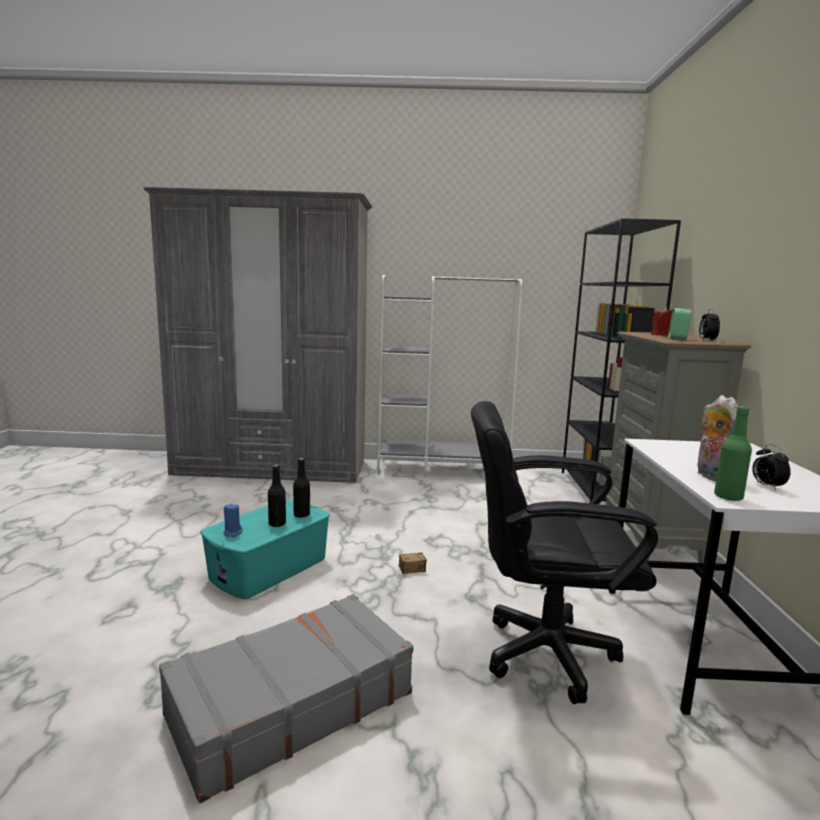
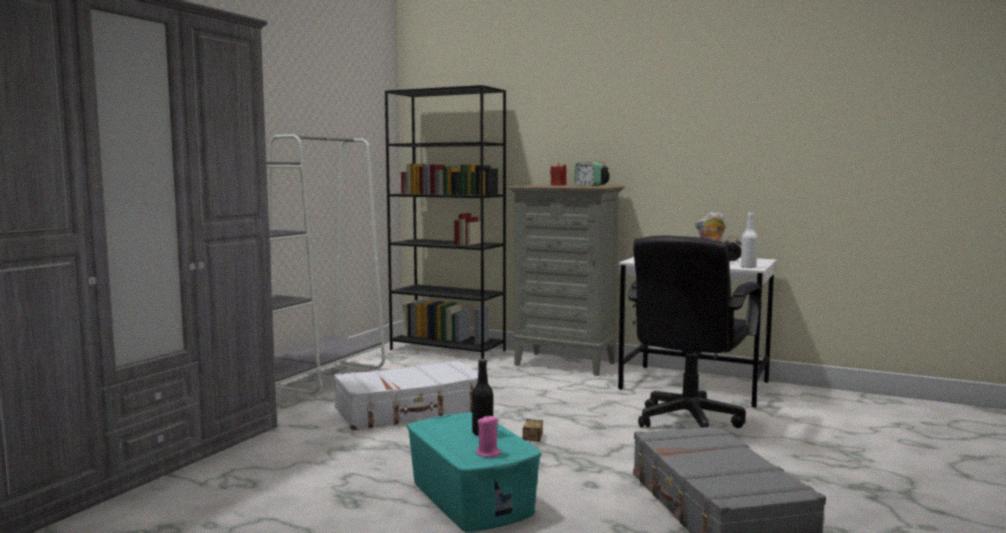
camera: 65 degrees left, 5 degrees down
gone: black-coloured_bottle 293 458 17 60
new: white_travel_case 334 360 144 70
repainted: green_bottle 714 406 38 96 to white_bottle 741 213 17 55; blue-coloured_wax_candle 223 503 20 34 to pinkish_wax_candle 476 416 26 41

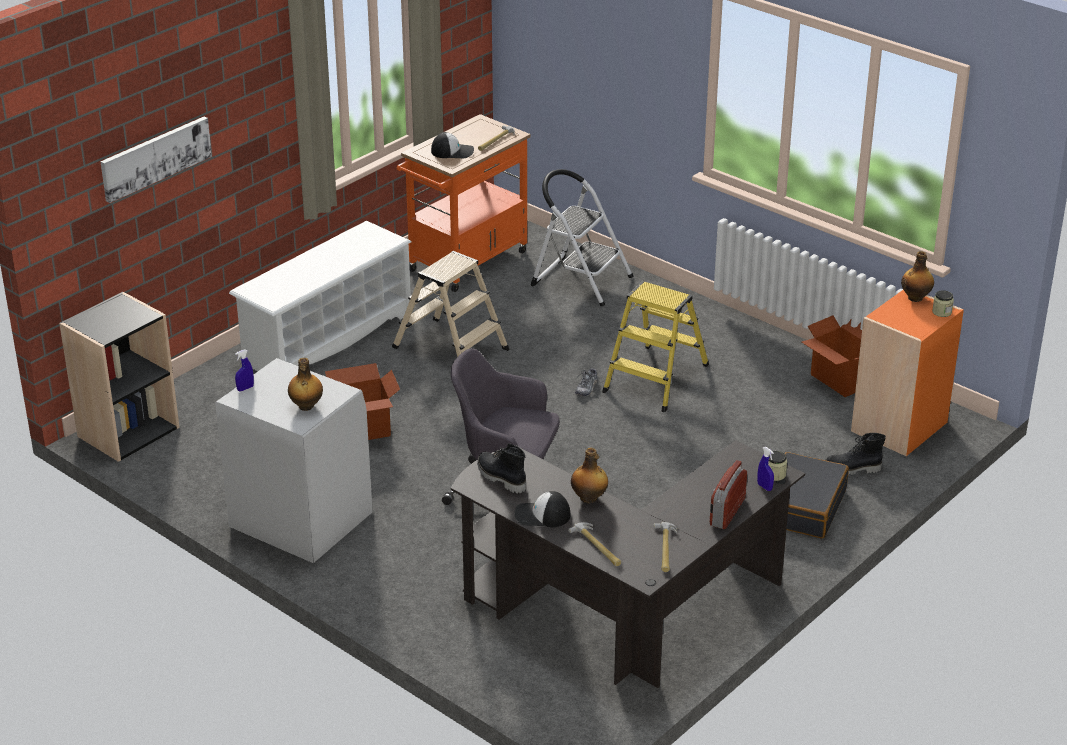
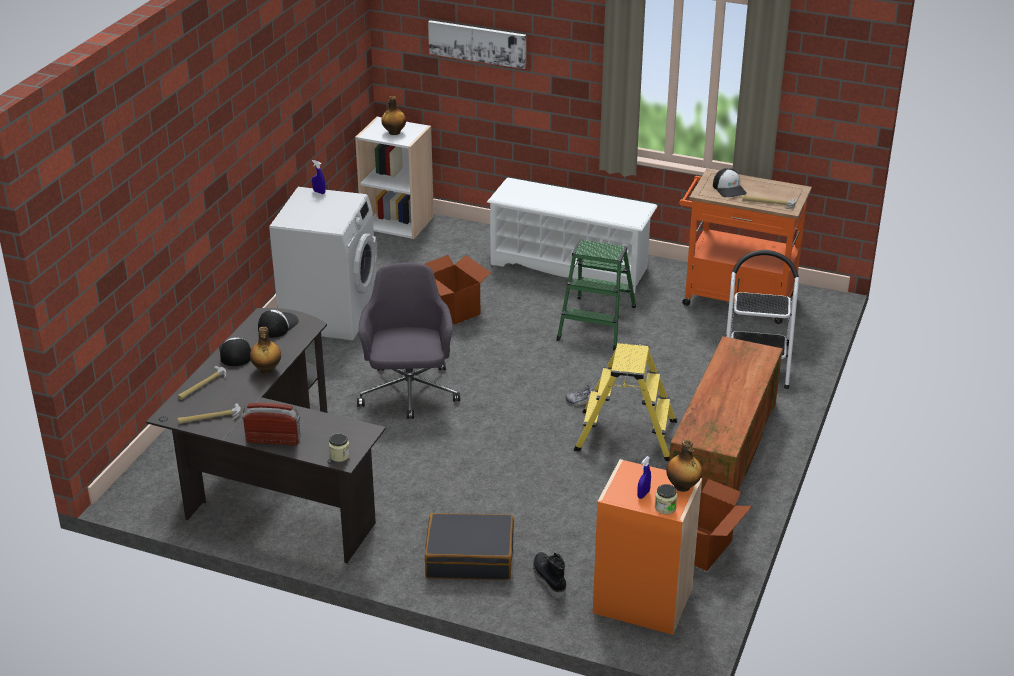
camera: 70 degrees right, 0 degrees up
new: brown_long_seat 669 336 114 156
shifted: bottle 288 358 35 53 to 381 96 25 39; blue-coloured_sprayer 757 447 17 44 to 637 456 14 43
swapped: black-coloured_boot 477 443 49 50 to baseball_cap 258 310 41 28
repainted: beige-coloured_stepladder 392 251 118 106 to green_stepladder 556 239 80 112; black-coloured_shelving_unit 59 292 121 170 to white_shelving_unit 355 117 79 122

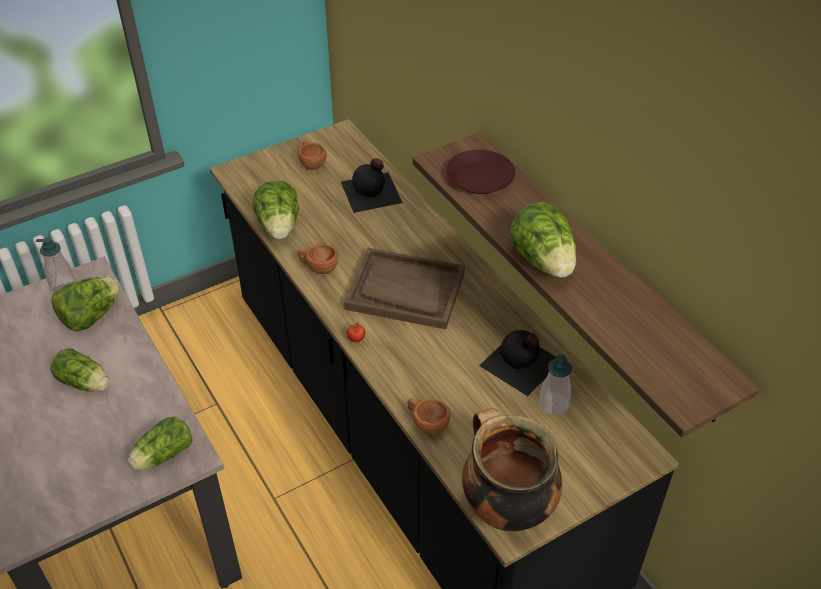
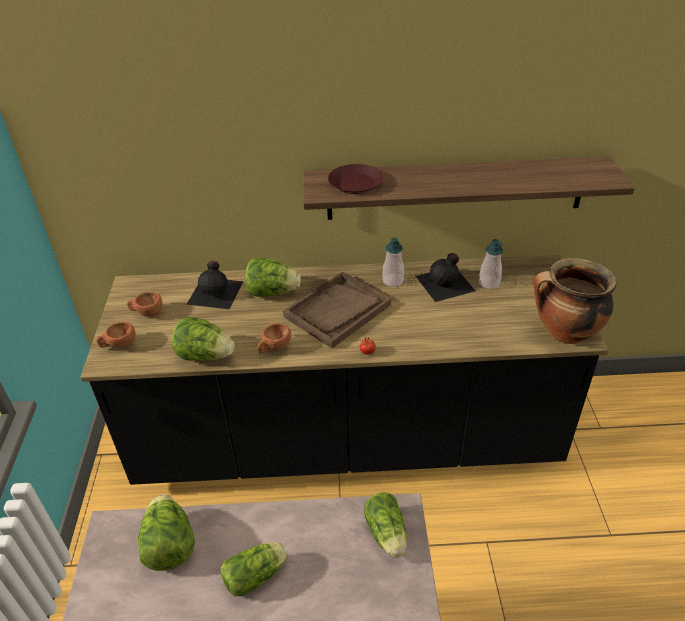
camera: 60 degrees left, 5 degrees down
shifted: lettuce 510 202 66 76 to 245 258 56 39; liquid_soap_bottle 36 237 39 55 to 382 237 22 50; brown_small_cup 407 398 44 37 to 96 322 40 27

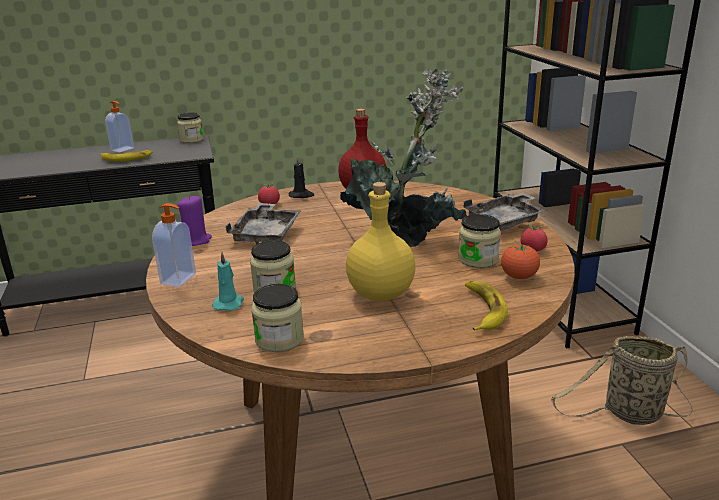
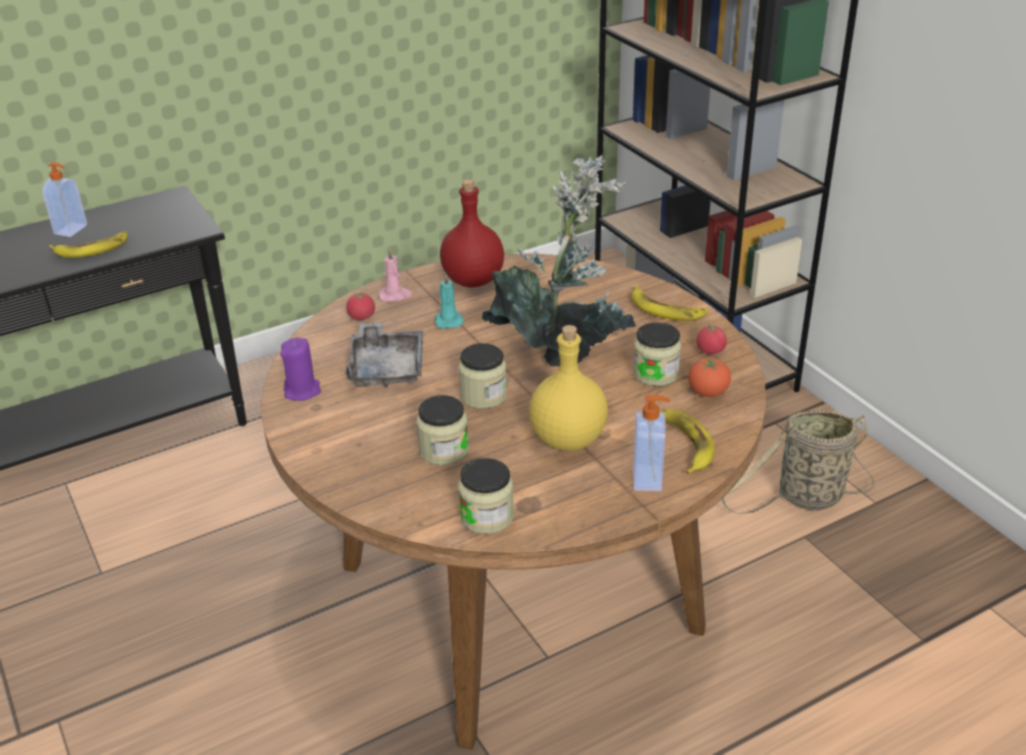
camera: 15 degrees left, 10 degrees up
shifted: jar 177 112 27 31 to 458 343 49 66; liquid_soap_bottle 152 203 44 84 to 633 395 37 96; blue-green_wax_candle 212 252 32 59 to 435 273 29 56
swapped: gray_tray 464 193 83 37 to banana 631 285 77 36
repainted: black-coloured_wax_candle 289 156 25 42 to pinkish_wax_candle 378 248 34 54

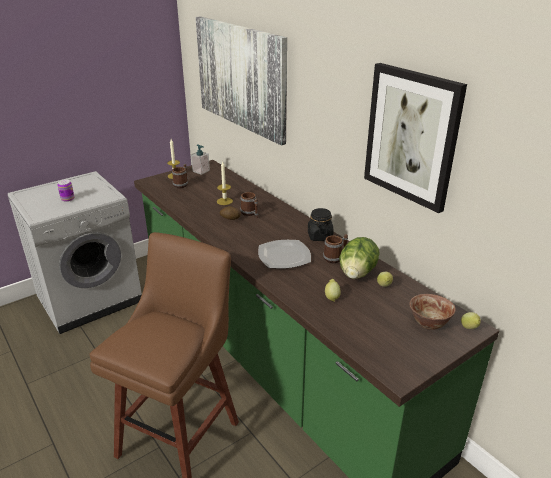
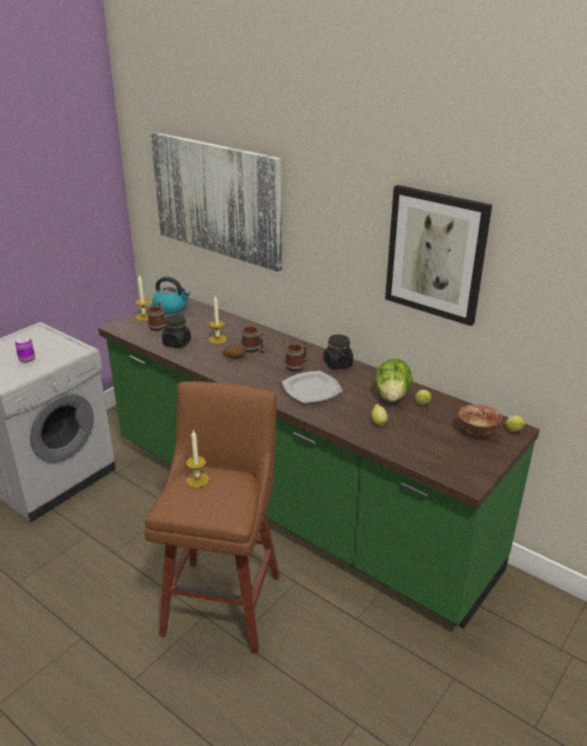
camera: 15 degrees left, 0 degrees up
new: black-coloured_jar 162 314 29 34; wax_candle 186 430 23 58
shifted: coffee_mug 323 234 25 29 to 285 341 22 30
swapped: liquid_soap_bottle 191 145 19 30 to water_kettle 152 276 38 38

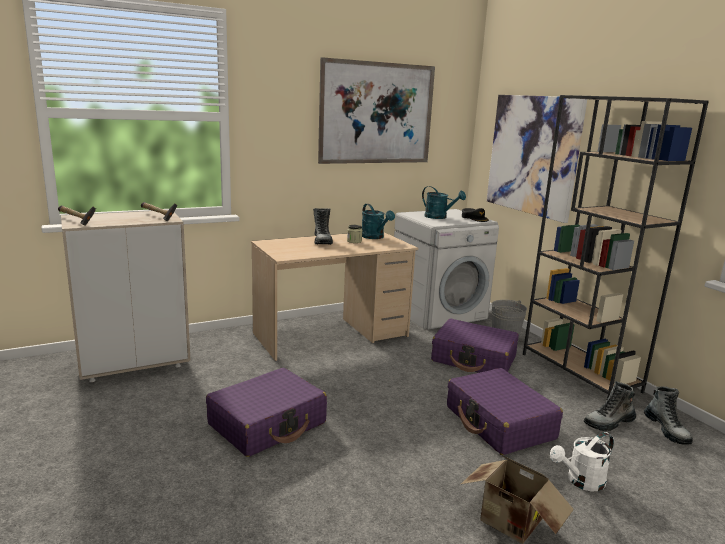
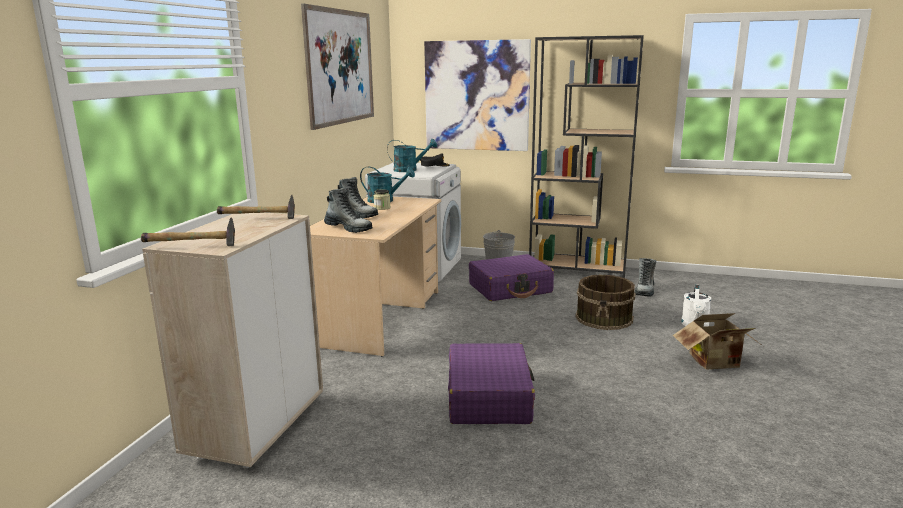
camera: 45 degrees left, 0 degrees up
shifted: boot 644 386 49 58 to 324 187 49 46
swapped: purple-coloured_travel_case 447 368 116 87 to brown_pail 575 275 61 55

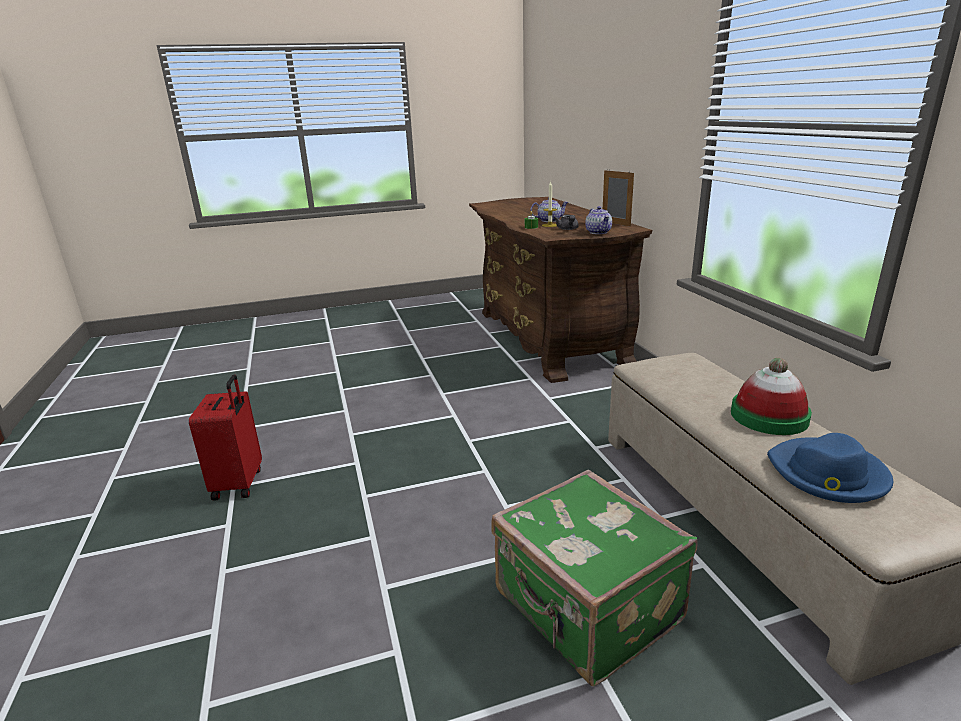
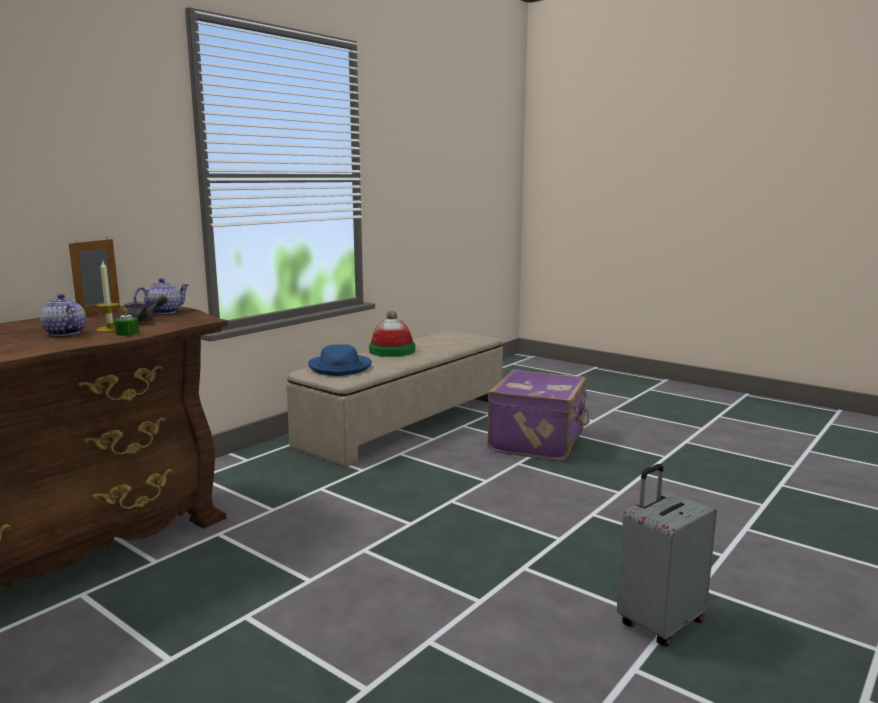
camera: 125 degrees left, 10 degrees down
shifted: blue-coloured_clothing_hat 767 433 126 70 to 308 344 64 32
repainted: reddish_travel_case 189 375 73 126 to gray_travel_case 617 464 100 183; green_travel_case 491 469 207 217 to purple-coloured_travel_case 487 369 102 92

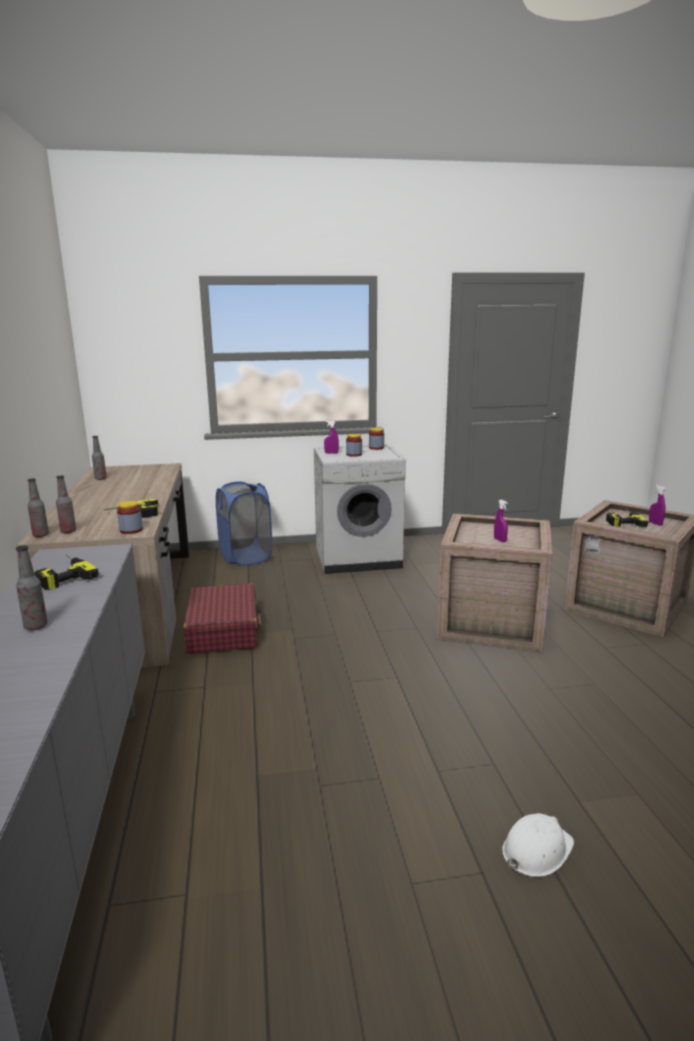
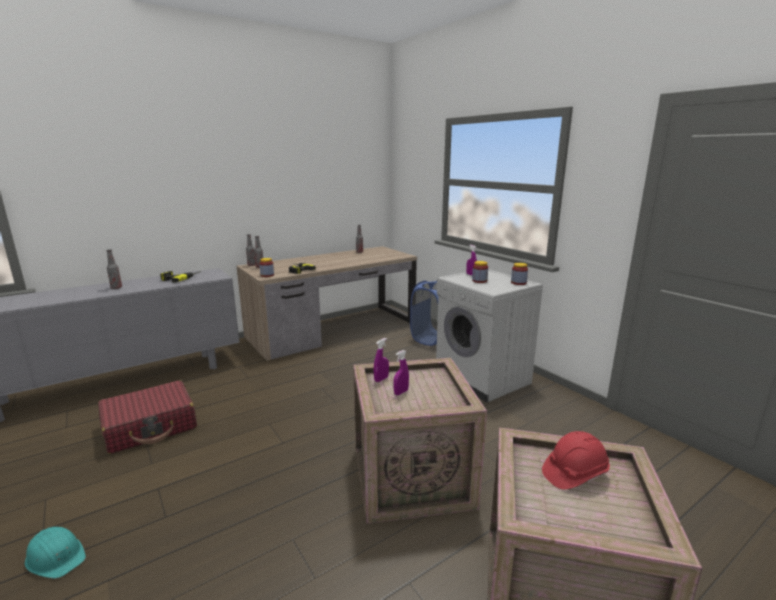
camera: 65 degrees right, 0 degrees up
shifted: purple-coloured_sprayer 649 485 17 41 to 374 338 15 44; reddish_travel_case 183 583 79 71 to 98 380 99 74
swapped: drill 606 510 42 17 to reddish_safety_helmet 542 431 68 59
repainted: white_safety_helmet 502 813 72 64 to blue-green_safety_helmet 25 527 61 52

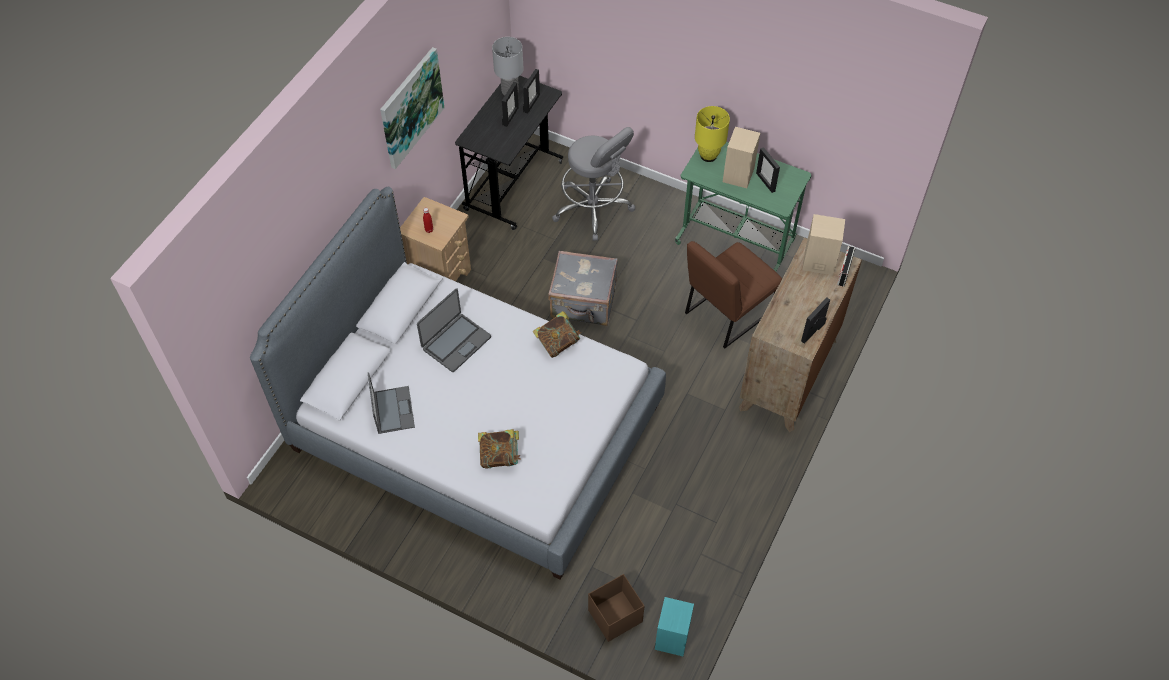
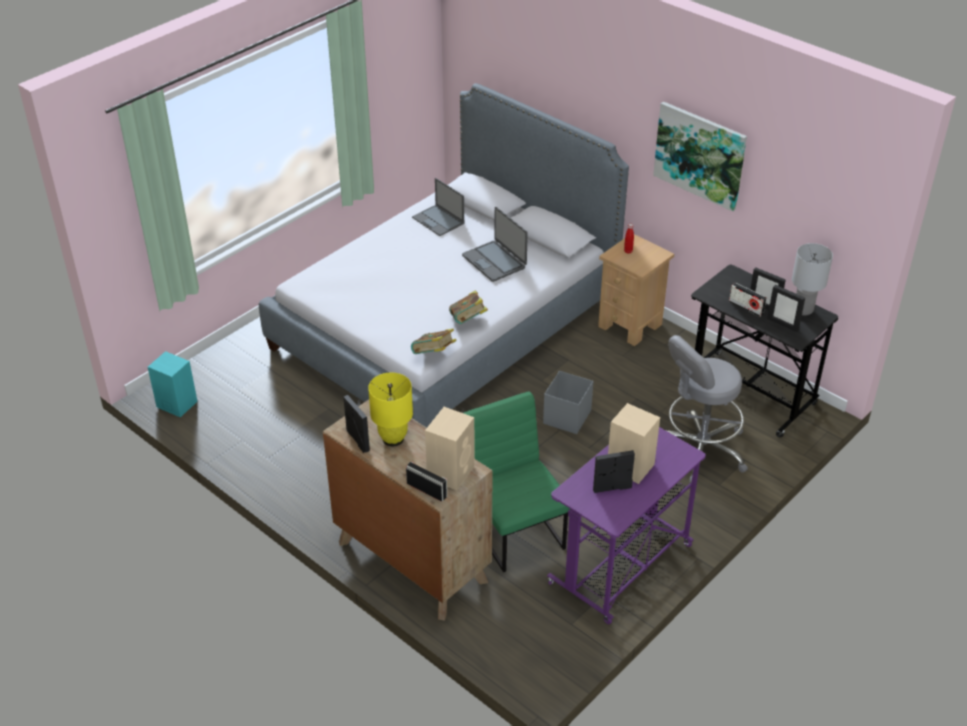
camera: 105 degrees right, 15 degrees down
gone: brown_storage_bin 588 574 56 68
new: radio 729 283 38 34
shifted: yellow_table_lamp 695 106 35 56 to 368 373 45 73; bound_book 478 429 43 40 to 411 328 46 26
swapped: gray_travel_case 548 251 70 75 to gray_storage_bin 543 371 50 63
repainted: green_desk 675 142 136 130 to purple-coloured_desk 547 427 159 197; brown_upright_chair 685 241 97 108 to green_upright_chair 464 391 106 181
rotated: laptop 368 372 47 62 = 412 178 52 58 45 degrees clockwise

